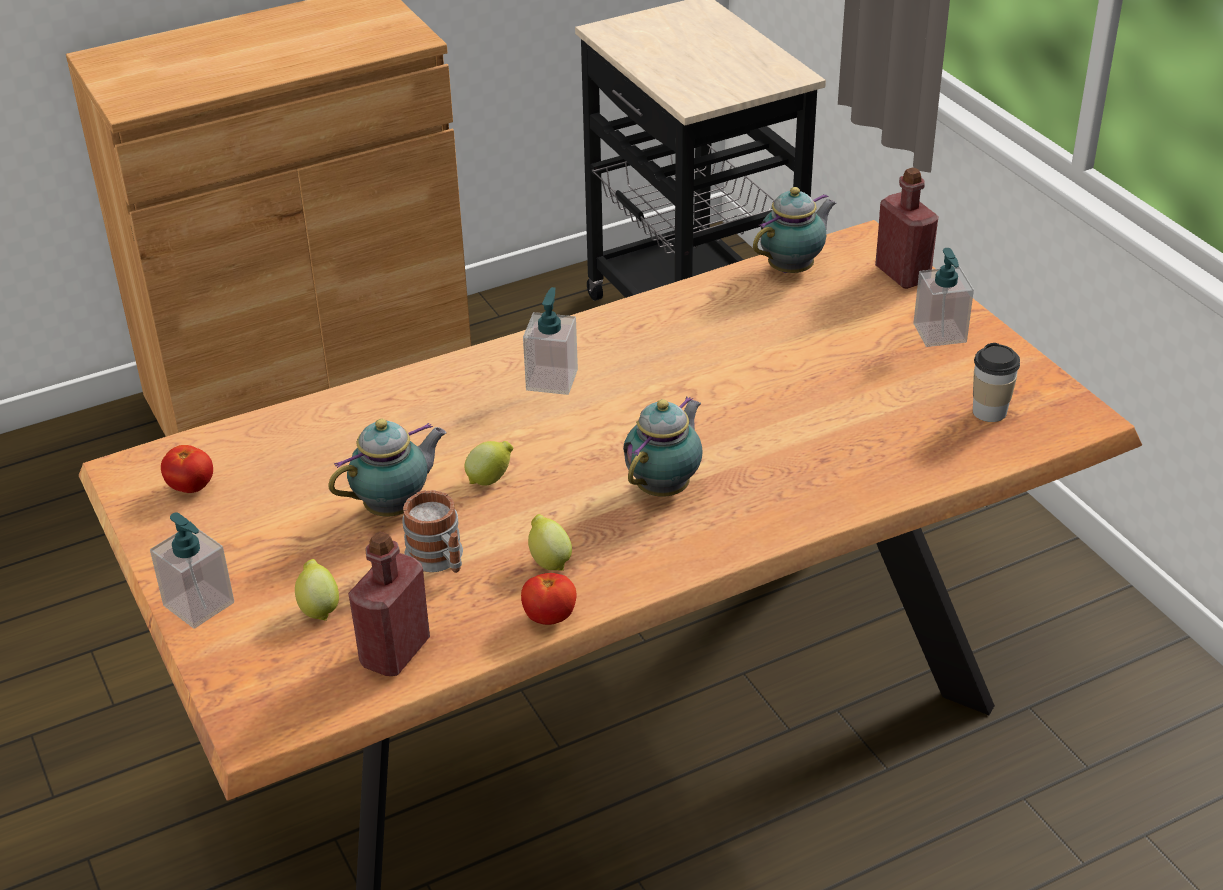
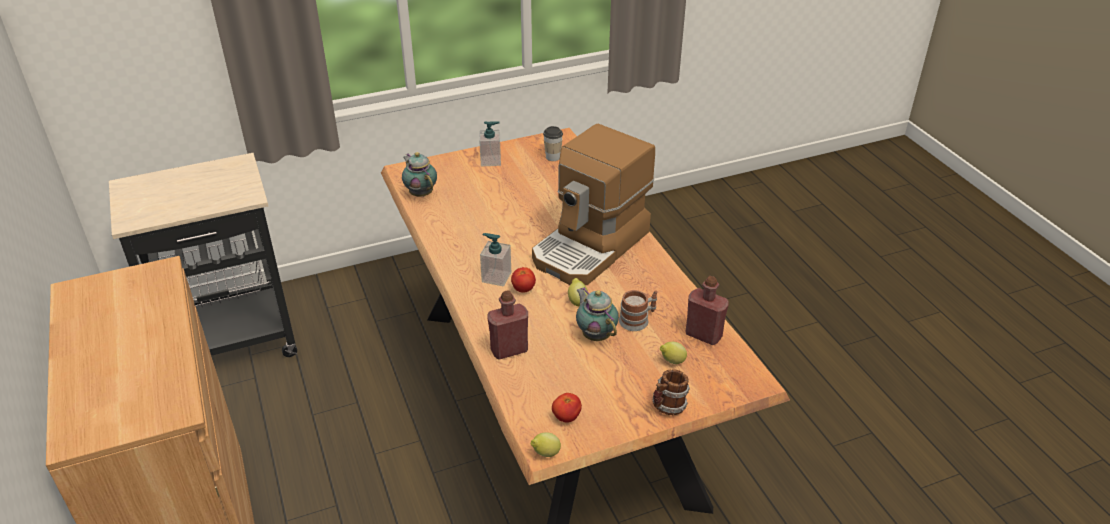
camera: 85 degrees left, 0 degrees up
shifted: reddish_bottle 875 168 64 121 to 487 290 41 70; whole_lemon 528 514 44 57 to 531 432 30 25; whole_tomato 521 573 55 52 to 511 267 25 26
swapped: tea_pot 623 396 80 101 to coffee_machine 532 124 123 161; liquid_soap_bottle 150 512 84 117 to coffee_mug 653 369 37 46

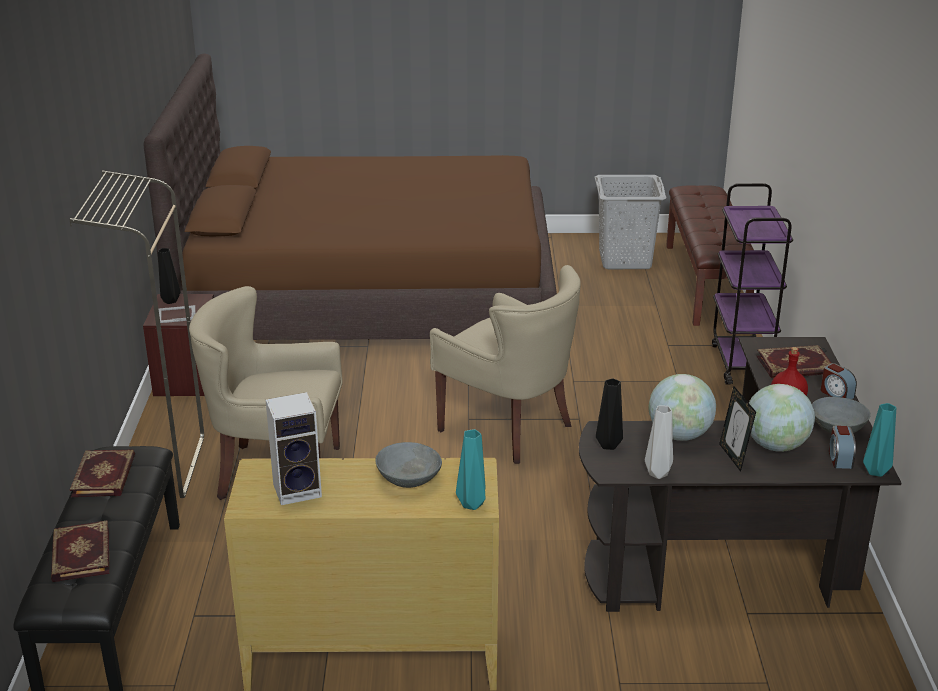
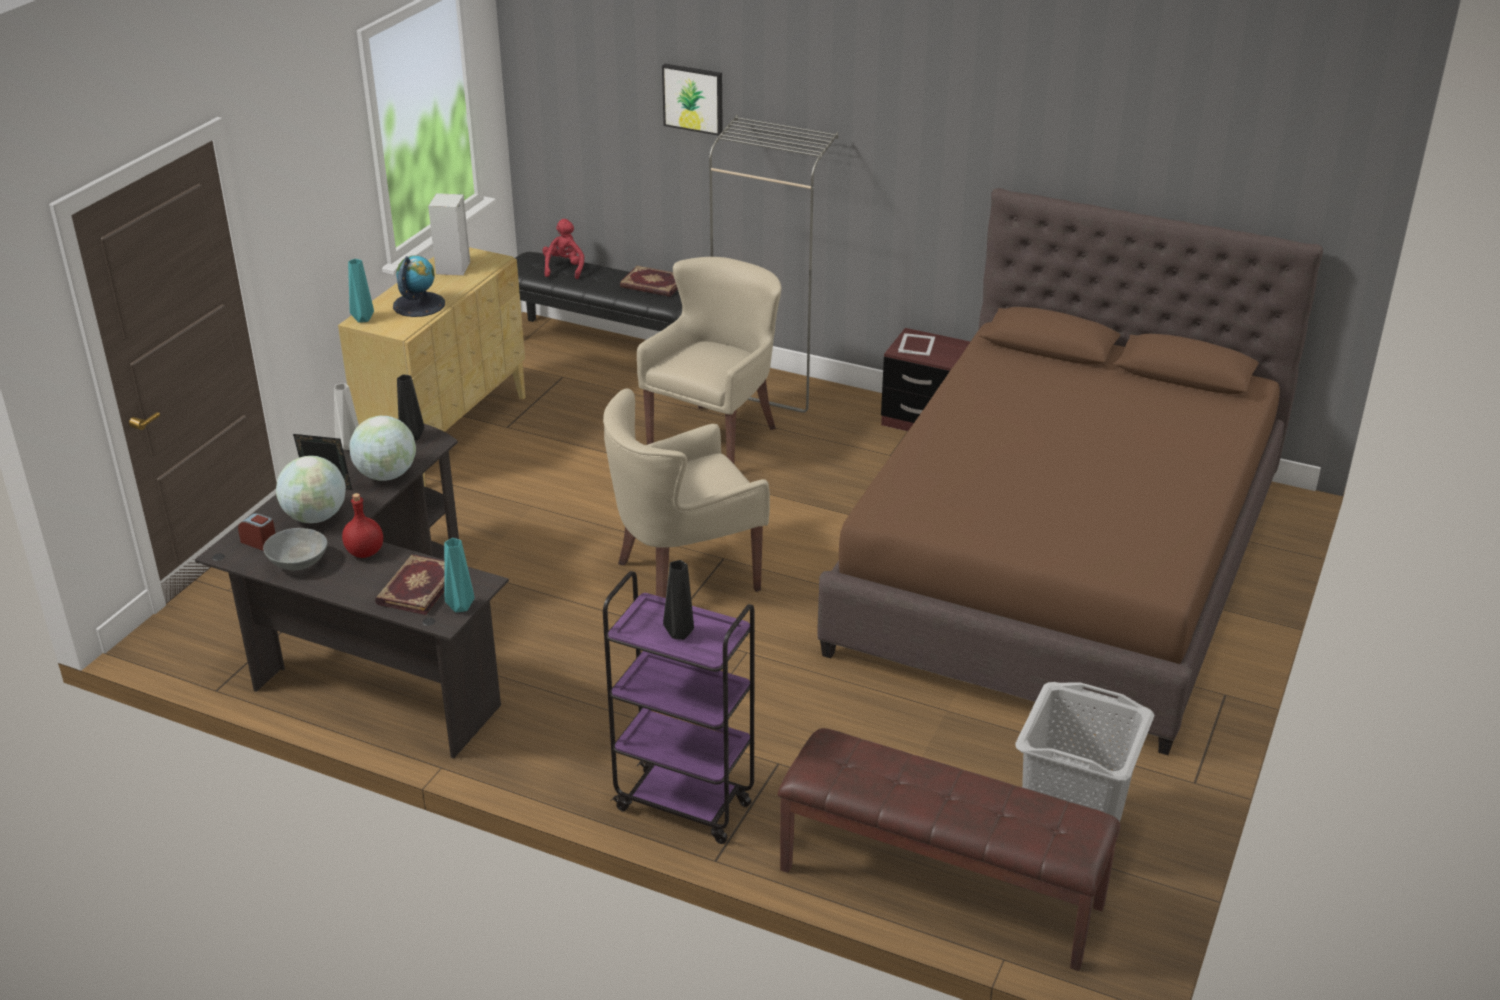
camera: 115 degrees right, 5 degrees up
gone: alarm_clock 821 363 36 36
new: wall_art 662 64 61 72
shifted: black-coloured_vase 158 248 22 56 to 663 560 31 80; blue-green_vase 863 403 33 74 to 444 538 31 74
swapped: gray_serving_bowl 376 442 66 46 to globe 393 256 52 61; bound_book 51 520 58 62 to reddish_plush_toy 542 219 42 60

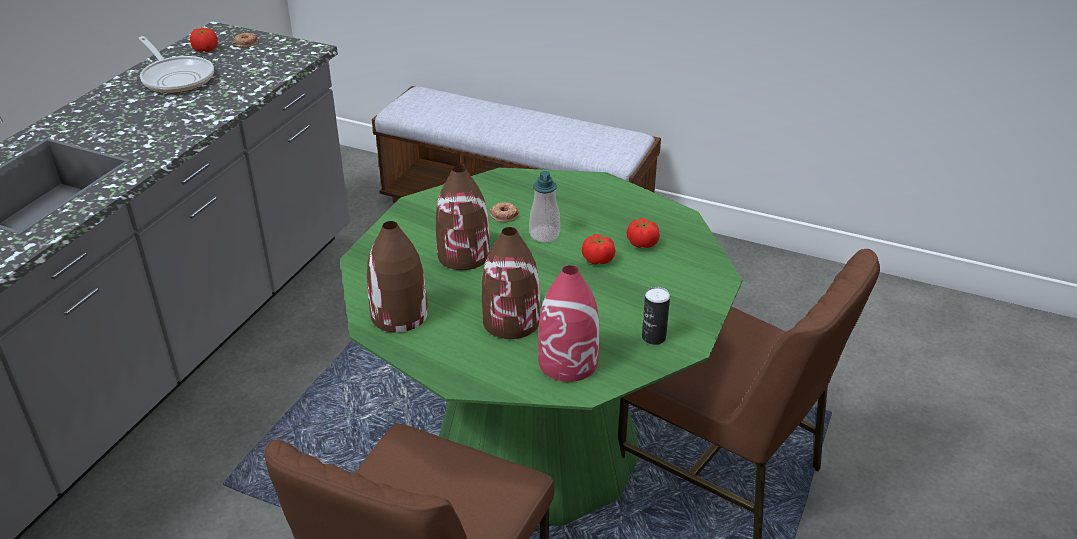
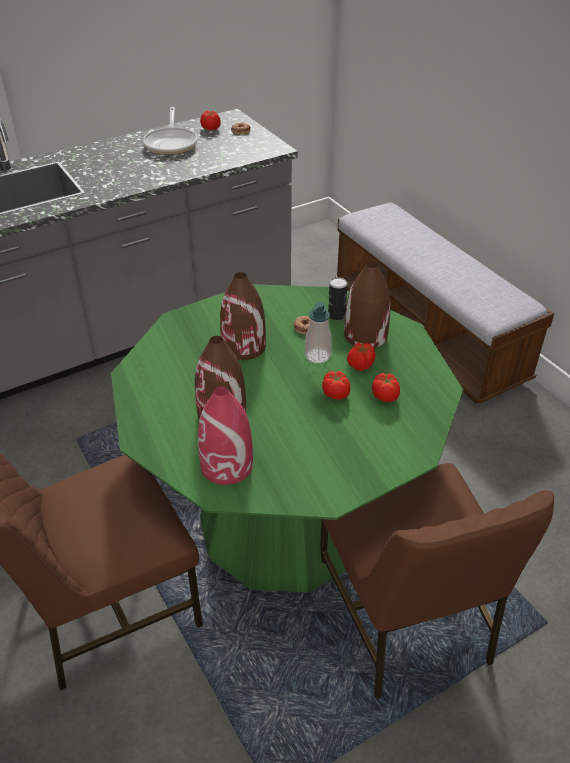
camera: 35 degrees right, 5 degrees up
new: whole_tomato 347 342 28 29
shifted: brown_vase 367 221 61 111 to 344 262 47 86; metal_can 642 287 28 58 to 328 277 20 44

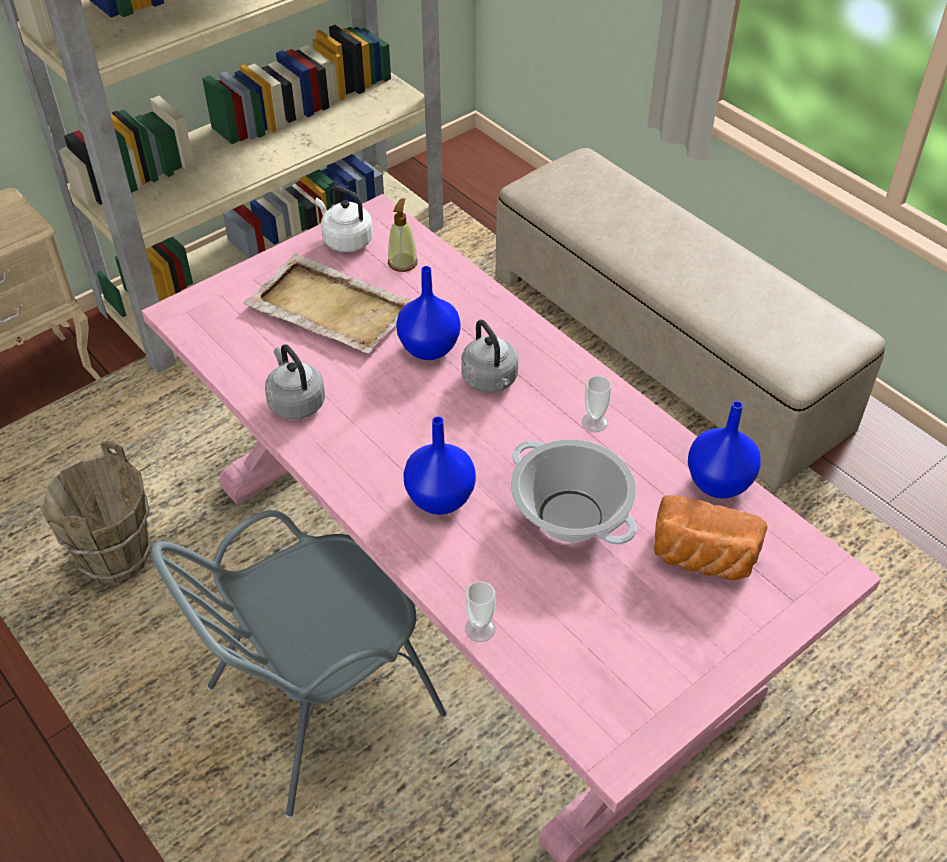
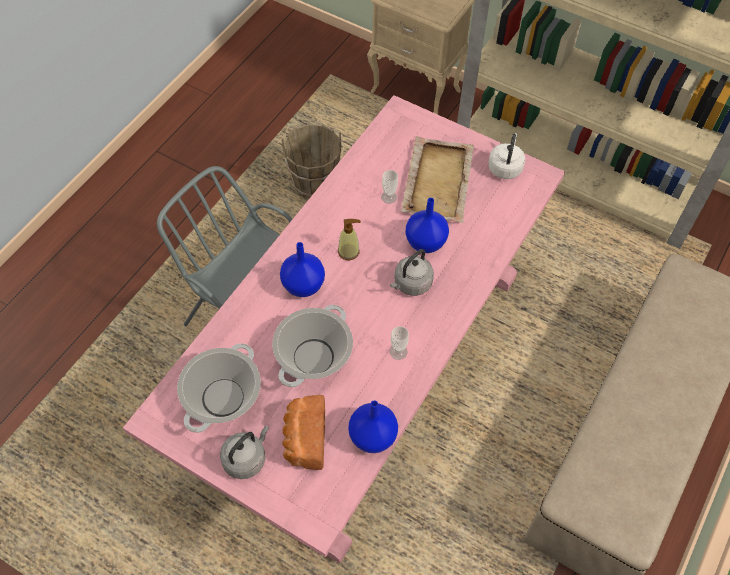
camera: 70 degrees right, 10 degrees up
new: stockpot 177 343 84 90
shifted: liquid_soap_bottle 388 198 30 74 to 338 219 23 41; gray_water_kettle 265 344 60 76 to 220 426 49 53; small_cup 465 581 30 61 to 381 170 17 34

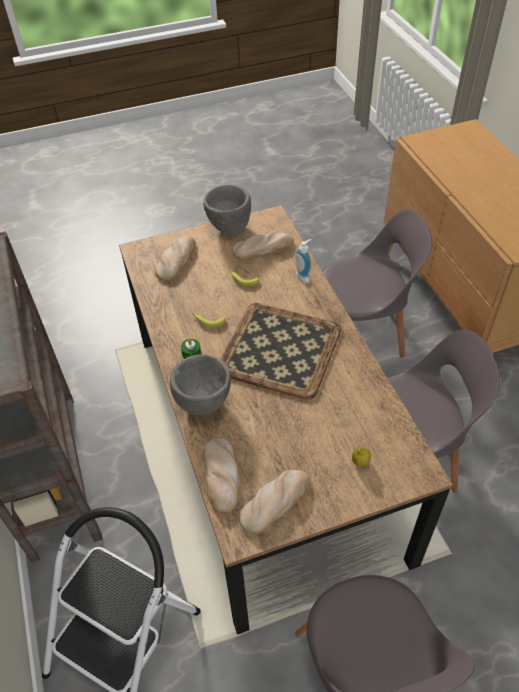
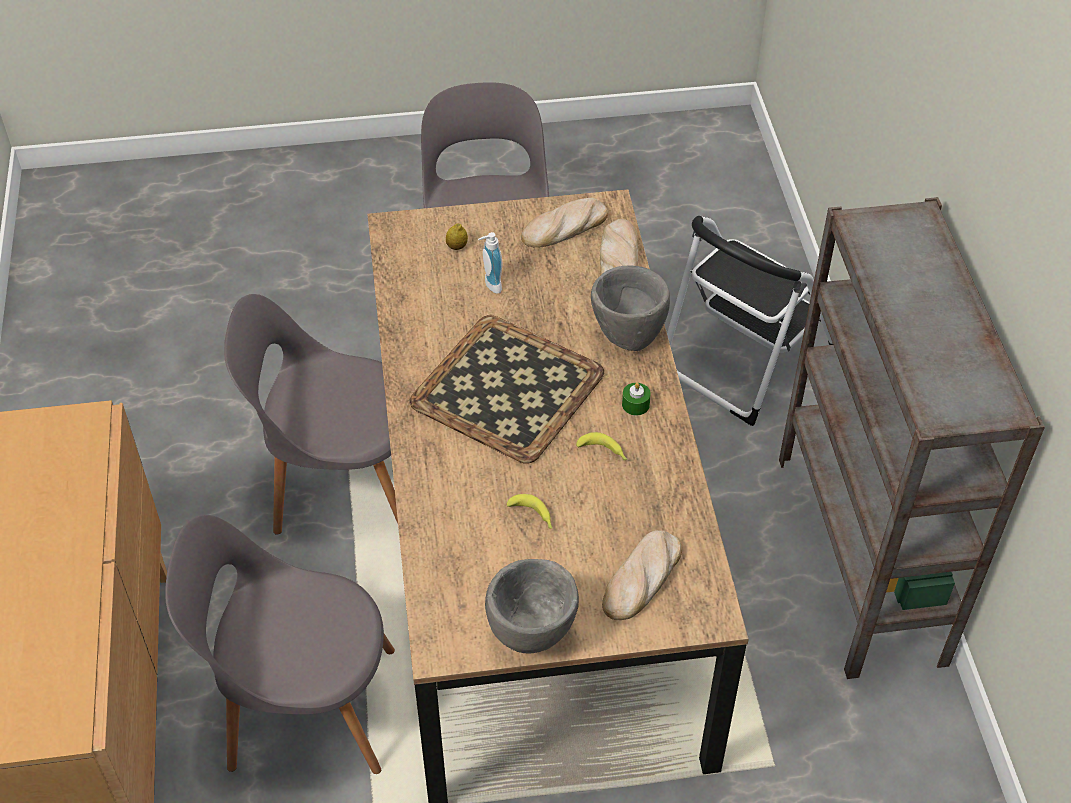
camera: 170 degrees left, 0 degrees up
gone: baked_bread 232 231 62 29
shifted: liquid_soap_bottle 295 239 17 44 to 478 232 25 61

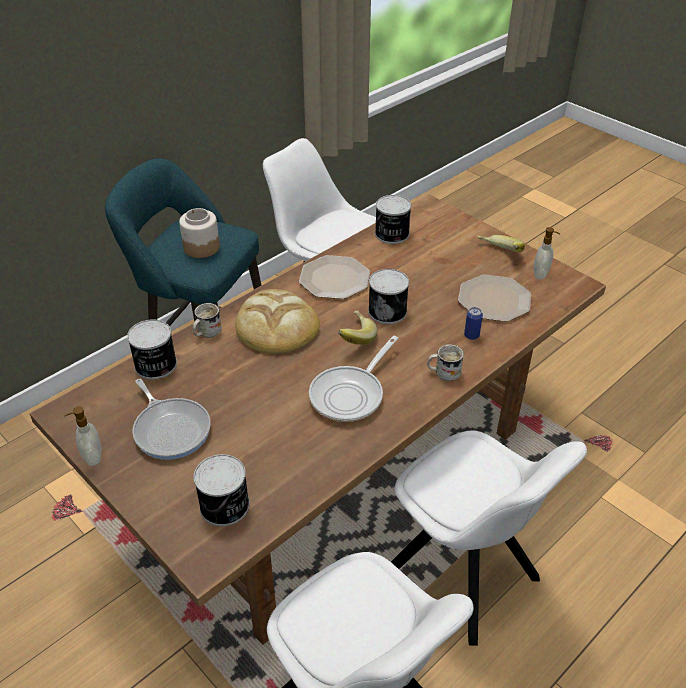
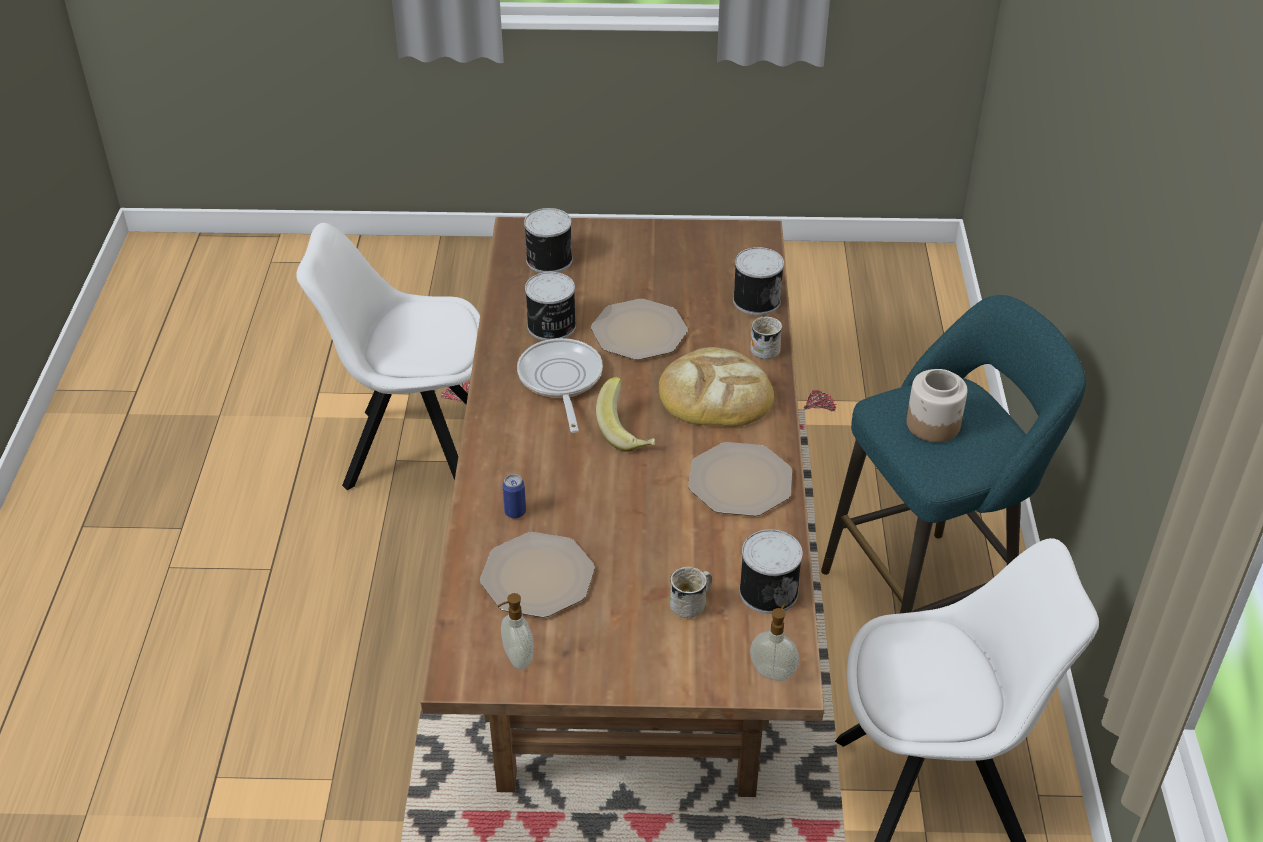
camera: 135 degrees right, 0 degrees up
gone: banana 477 235 48 18; frying_pan 132 379 79 81; white_upright_chair 391 430 196 216
new: dinner_plate 591 299 97 61
shifted: metal_can 368 269 41 55 to 525 272 51 69; white_coffee_mug 427 344 37 37 to 670 567 42 51; liquid_soap_bottle 65 406 36 60 to 750 603 49 78

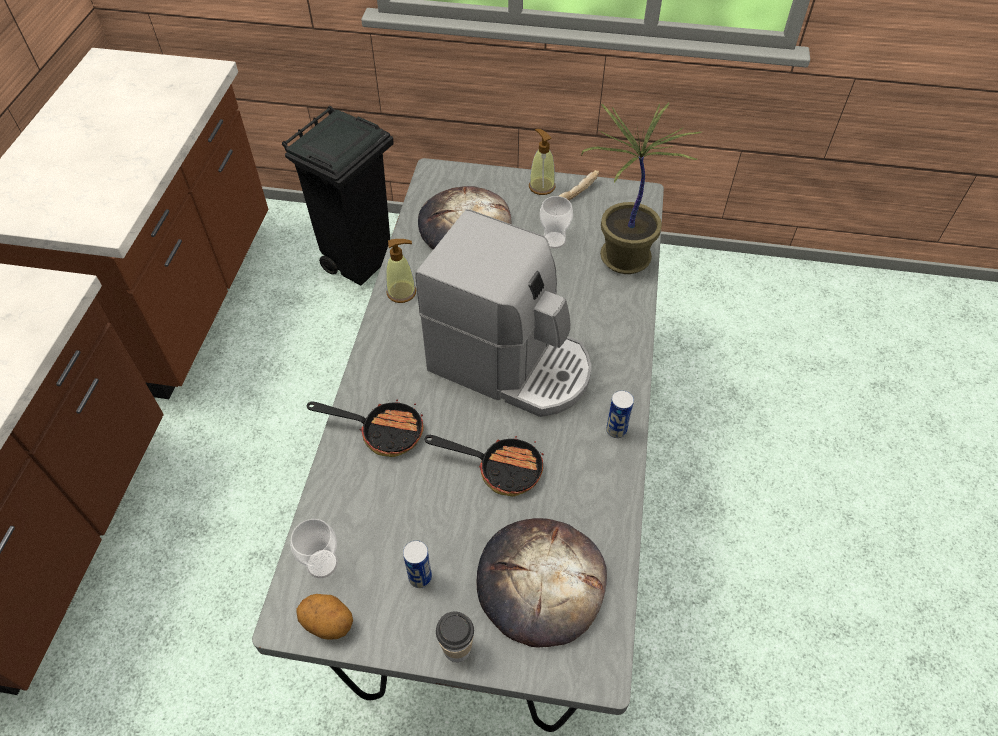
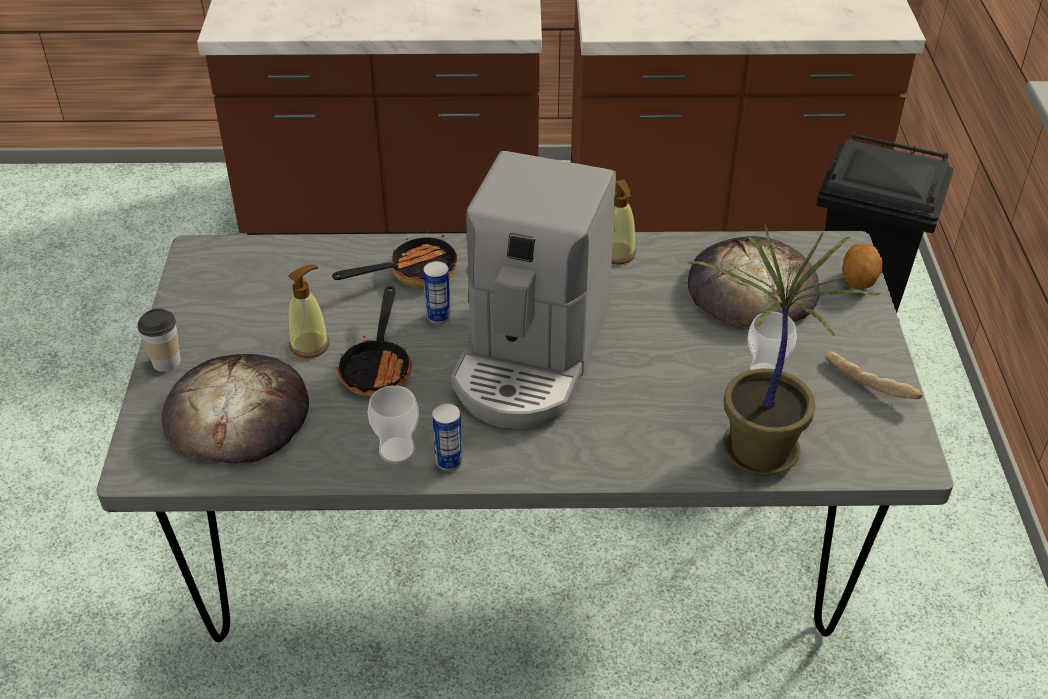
camera: 80 degrees right, 10 degrees down
shifted: liquid_soap_bottle 529 129 26 66 to 288 265 42 93; small_cup 290 519 48 59 to 368 385 51 79; metal_can 403 540 29 48 to 424 261 27 64; spud 296 594 57 46 to 843 243 40 46
rotated: frying_pan 307 400 117 57 = 332 231 125 56 120 degrees counterclockwise

